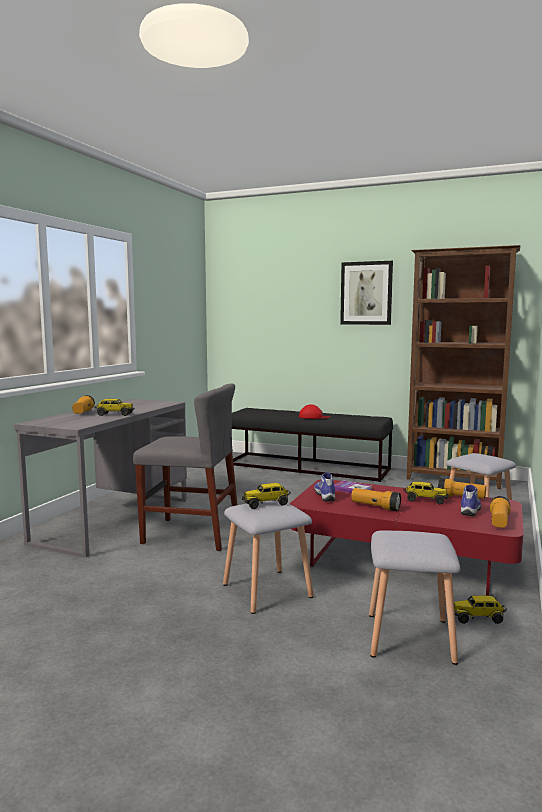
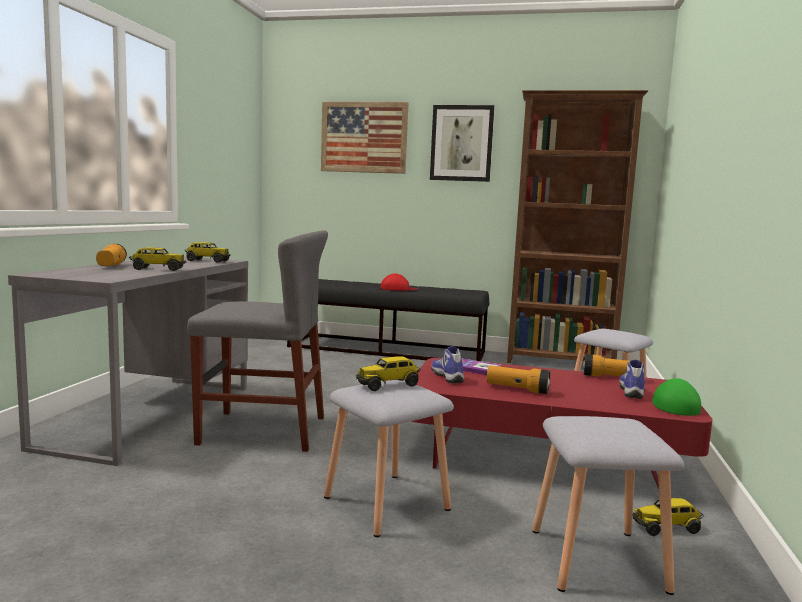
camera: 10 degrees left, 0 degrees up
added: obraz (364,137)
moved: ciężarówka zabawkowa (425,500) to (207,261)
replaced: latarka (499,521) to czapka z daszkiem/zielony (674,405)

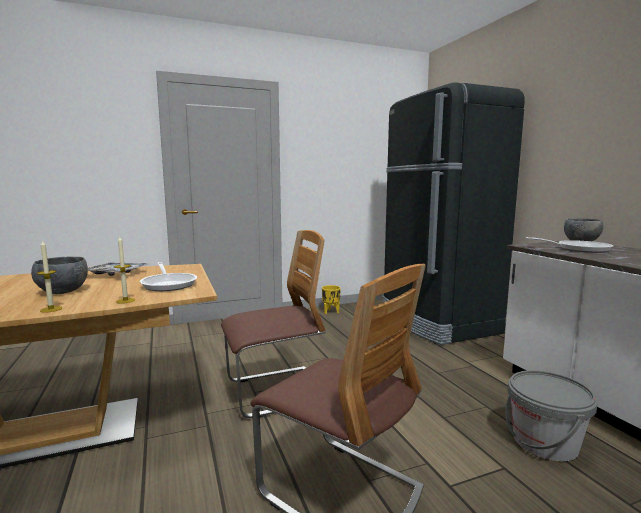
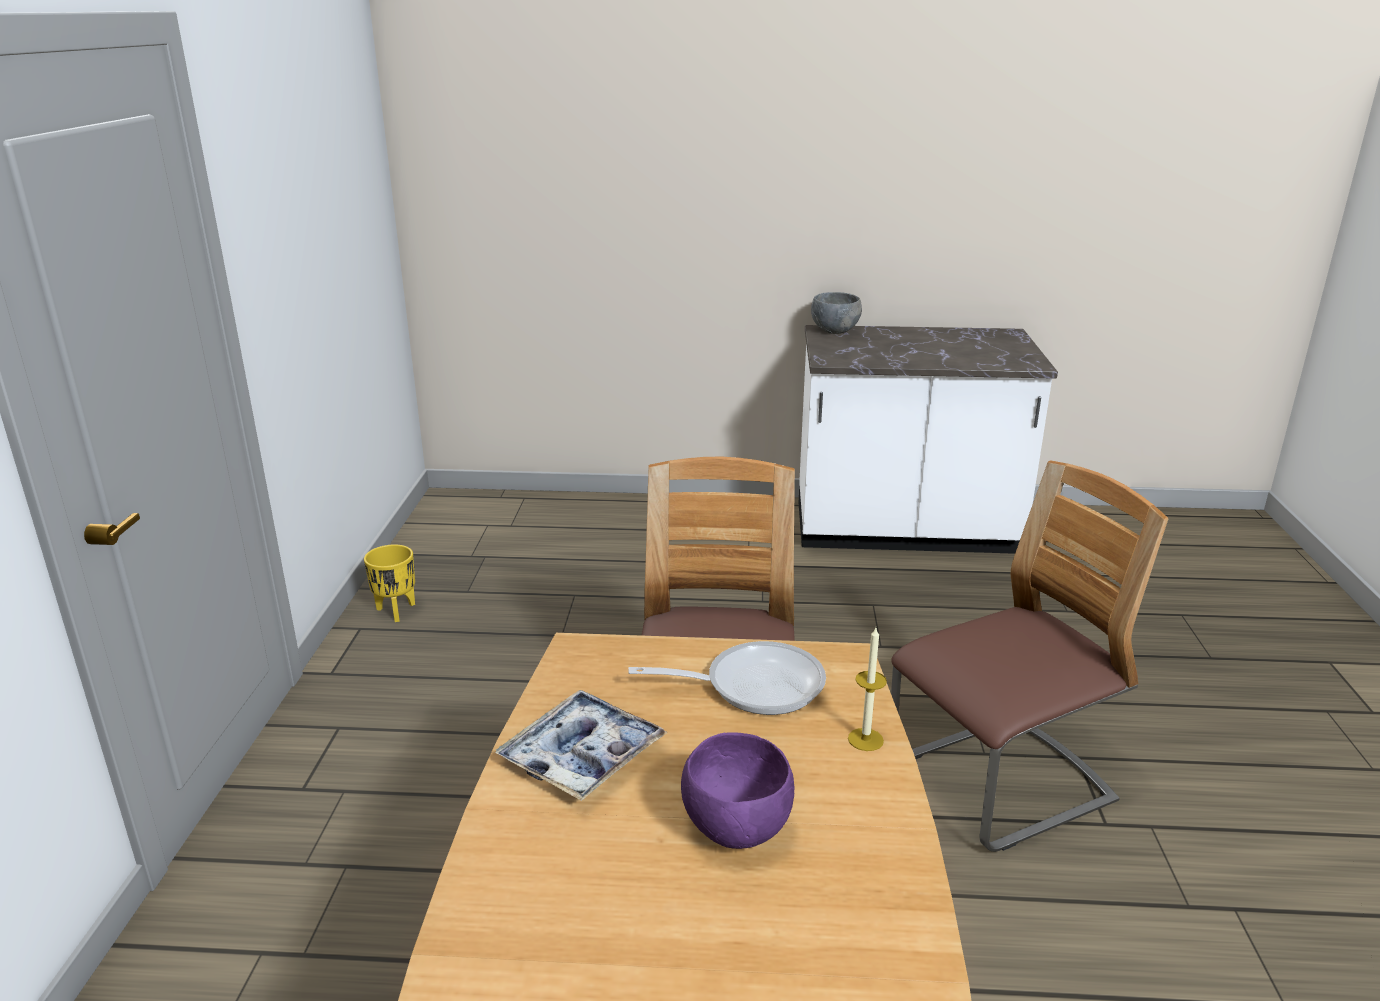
camera: 65 degrees left, 15 degrees up
removed: świeca (51,309); lodówka/czarny (437,323); wiadro/szary (544,442); patelnia (578,249)
recoloured: miska/szary (62,291) to miska/fioletowy (735,829)

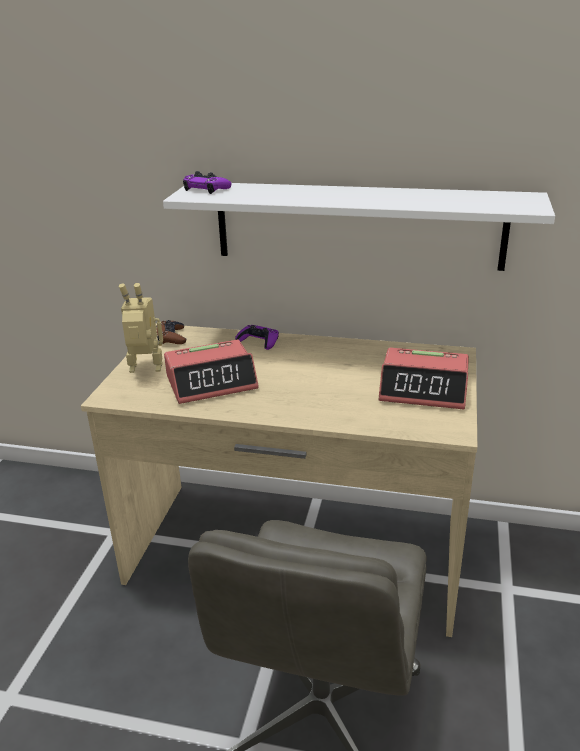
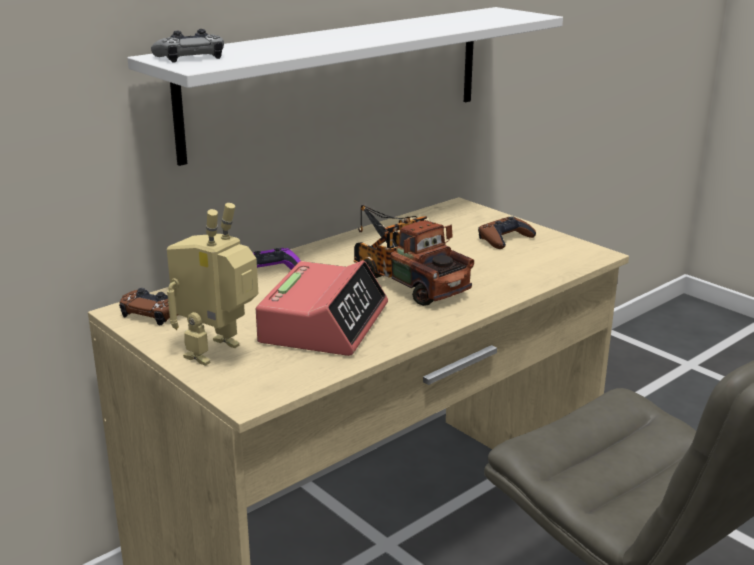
camera: 55 degrees left, 5 degrees down
added: ciężarówka zabawkowa (405,280)
replaced: budzik (424,389) to pad do gier/brązowy (505,239)
recoloured: pad do gier/fioletowy (206,189) to pad do gier/szary (190,57)

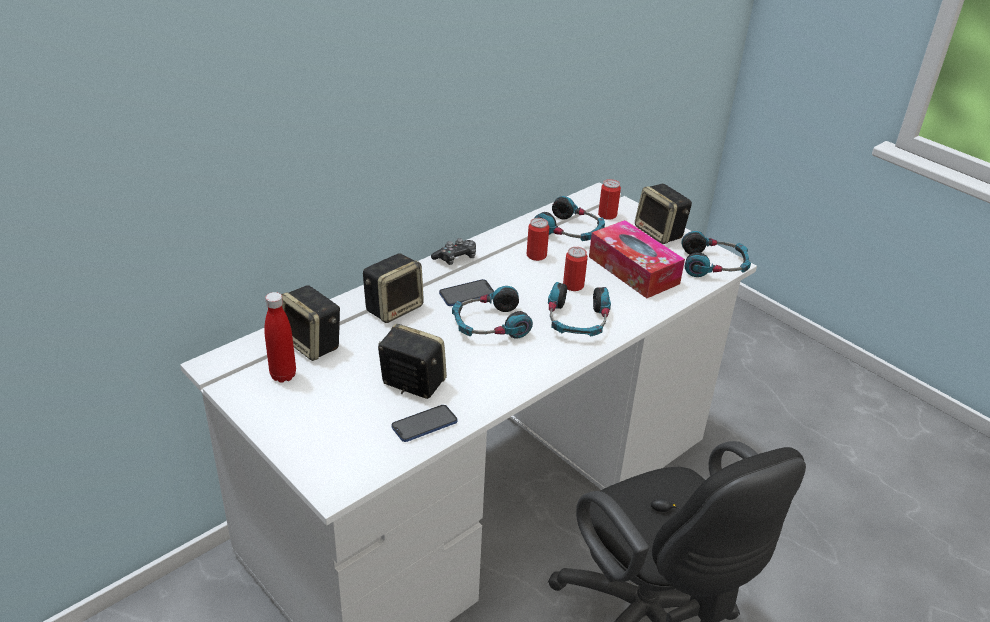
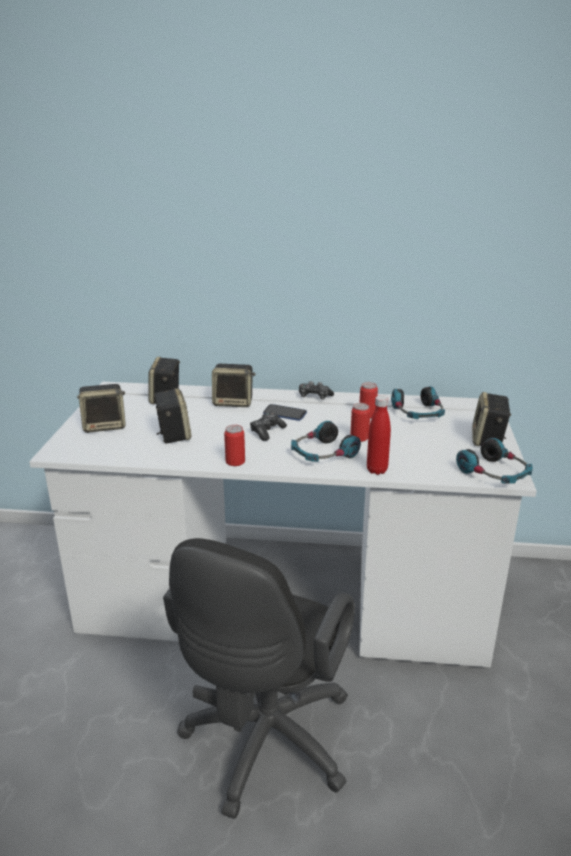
camera: 50 degrees right, 10 degrees down
removed: telefon (424,424); pudełko chusteczek (633,270)
added: głośnik (105,426)
moved: butelka/czerwony (283,375) to (377,470); puszka (607,215) to (235,462)
replaced: słuchawki (490,325) to pad do gier (267,431)

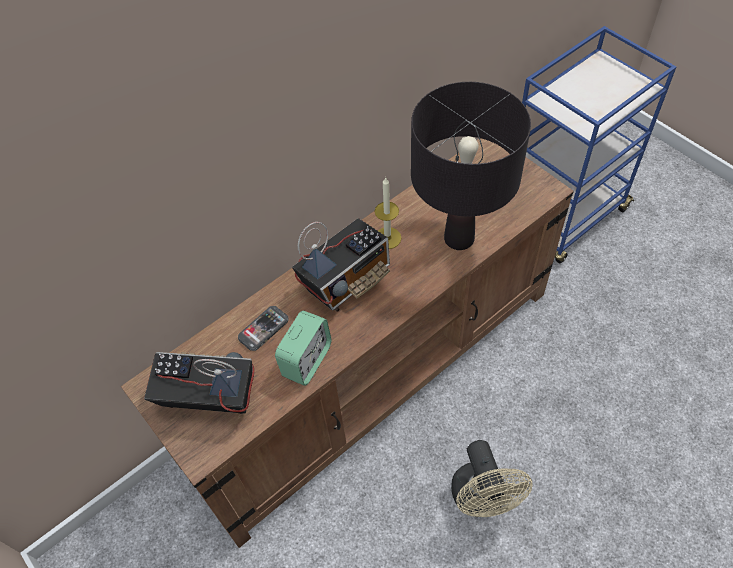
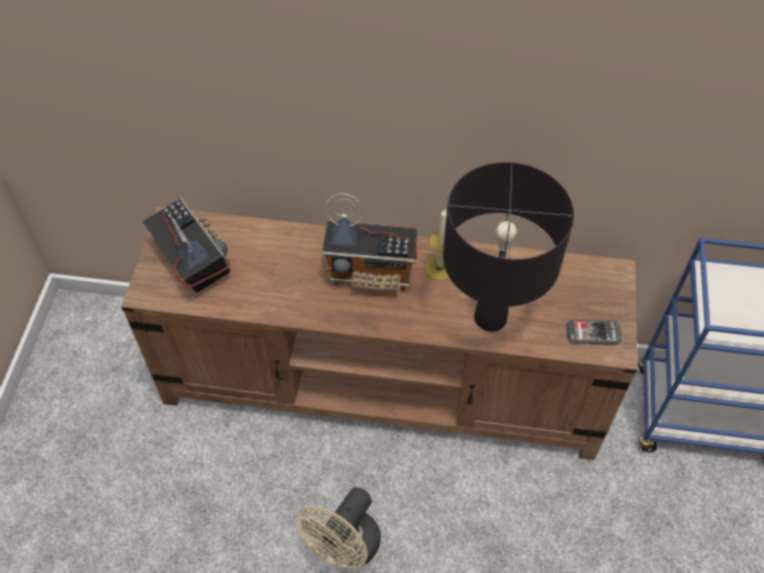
camera: 45 degrees right, 0 degrees up
removed: budzik (307,361)
moved: telefon (263,329) to (593,333)

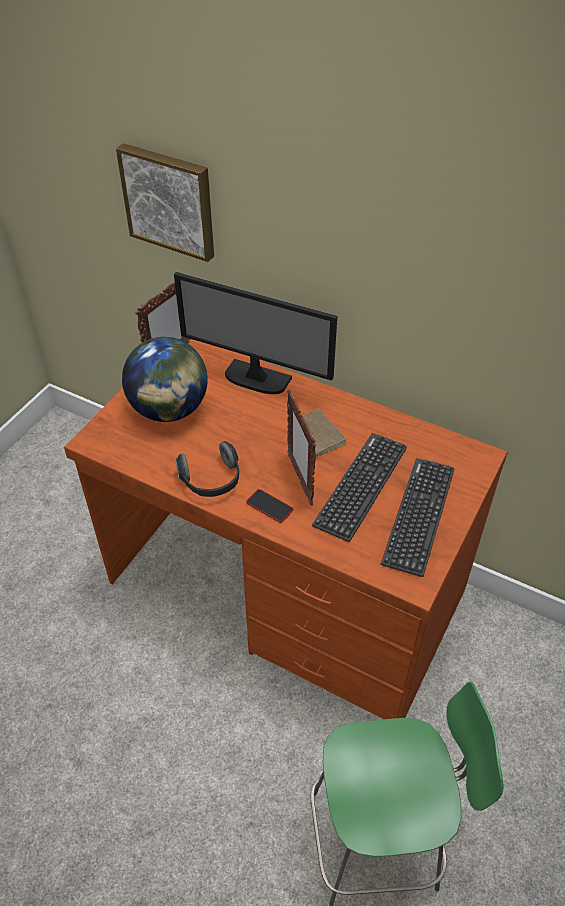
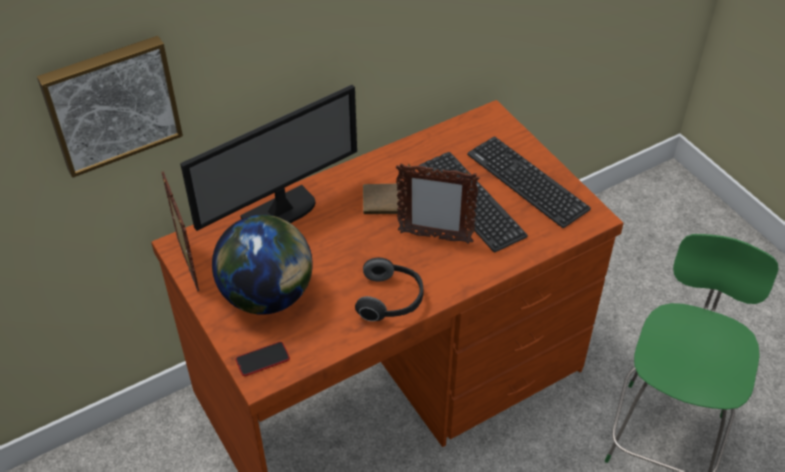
camera: 60 degrees left, 0 degrees up
moved: telefon (269,506) to (262,359)

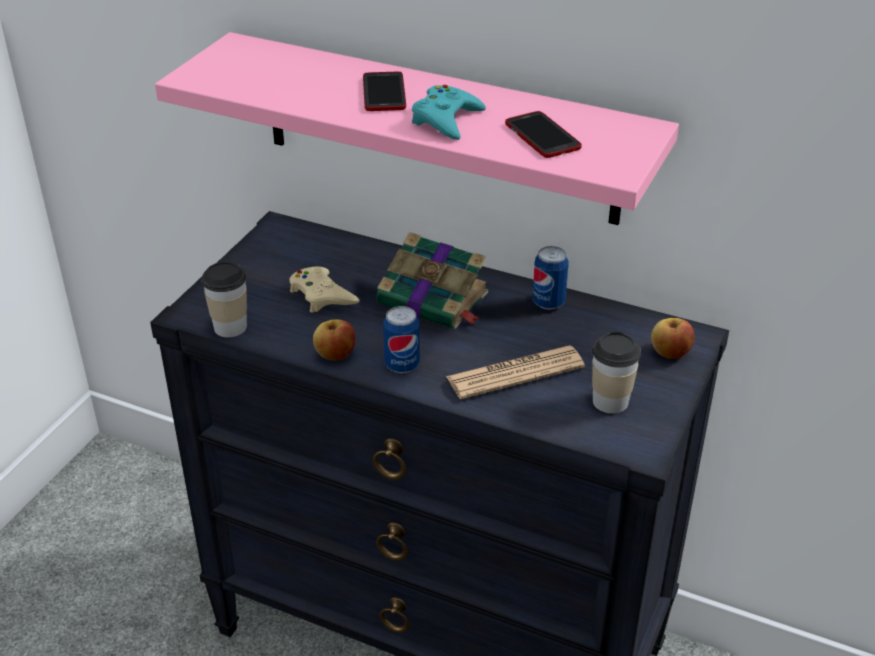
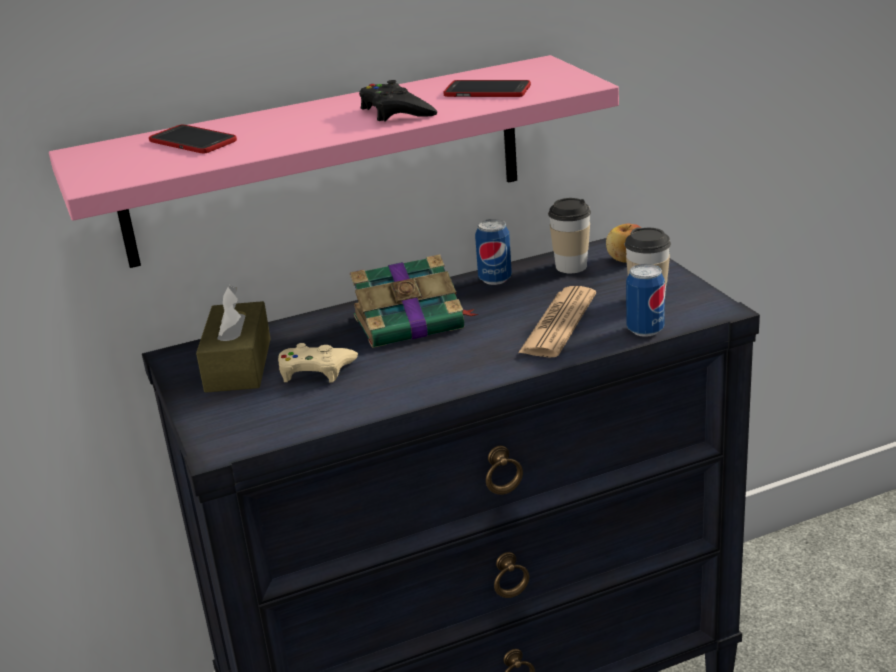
camera: 45 degrees left, 10 degrees down
removed: jabłko (335,354)
added: pudełko chusteczek/brązowy (238,365)
moved: filiżanka (230,327) to (571,266); telefon (384,93) to (193,141); puszka (402,365) to (645,330)
recoloured: pad do gier/turkusowy (446,120) to pad do gier/czarny (396,112)

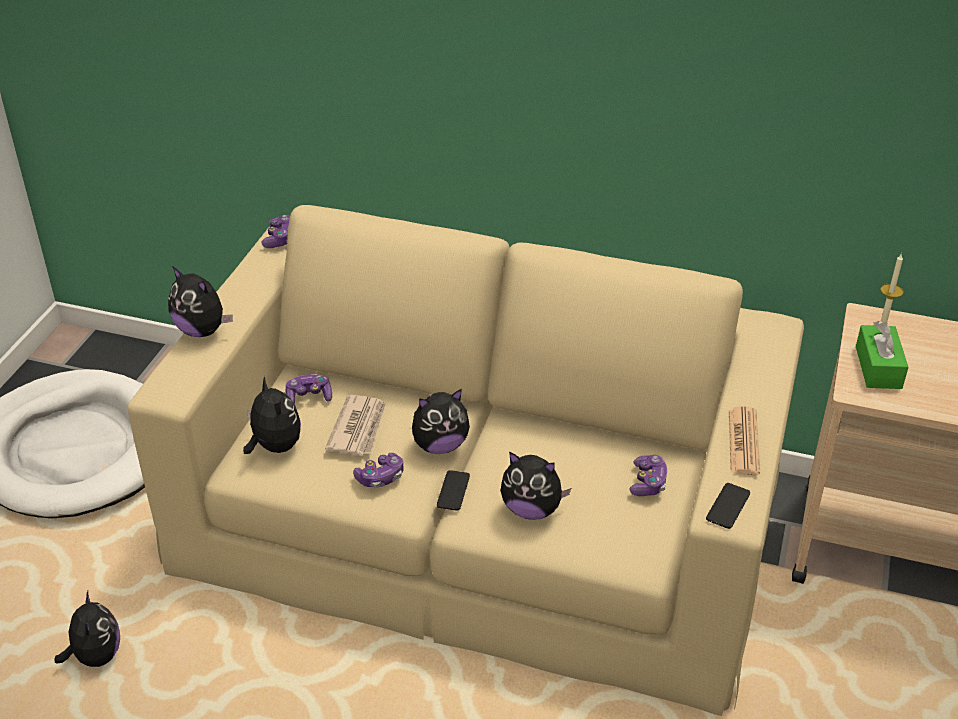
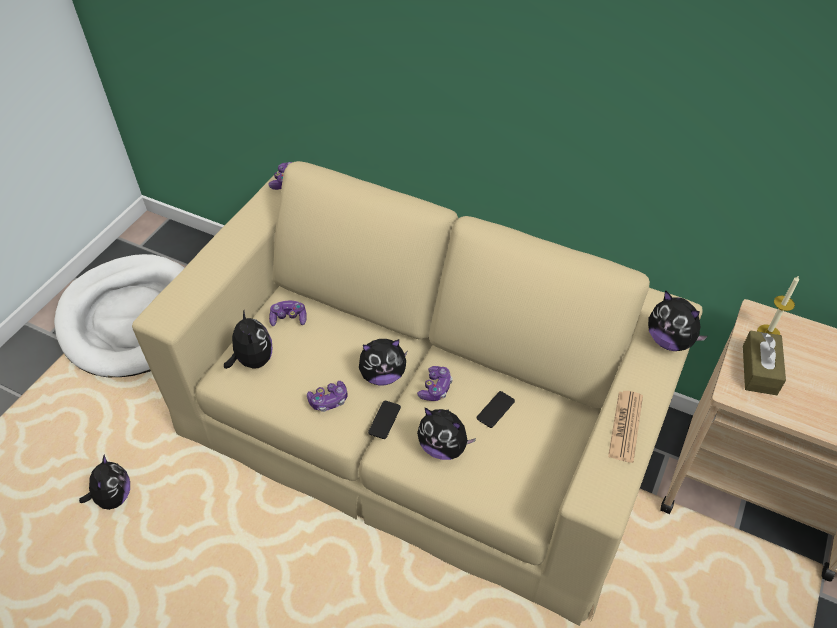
camera: 10 degrees right, 10 degrees up
removed: gazeta (359,428)
moved: pluszak (202,330) to (669,340); pad do gier (648,482) to (435,388); telefon (728,506) to (495,409)
recoloured: pudełko chusteczek/zielony (878,367) to pudełko chusteczek/brązowy (759,370)

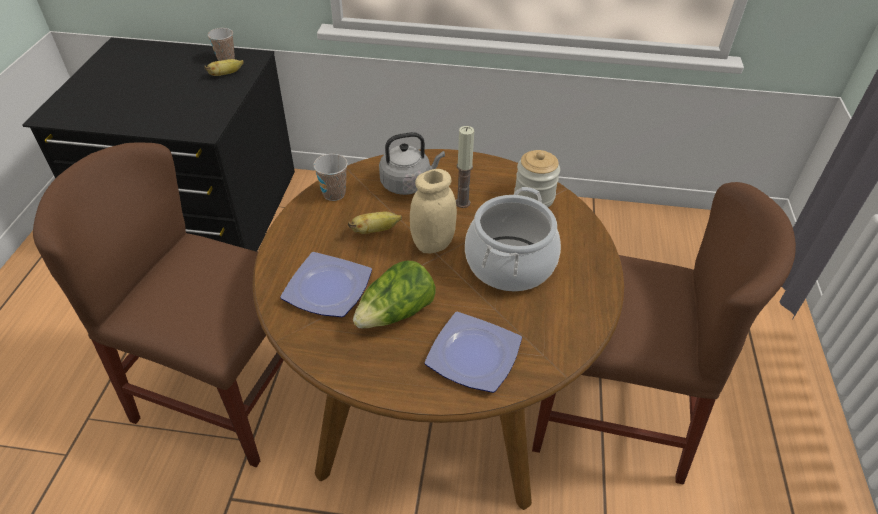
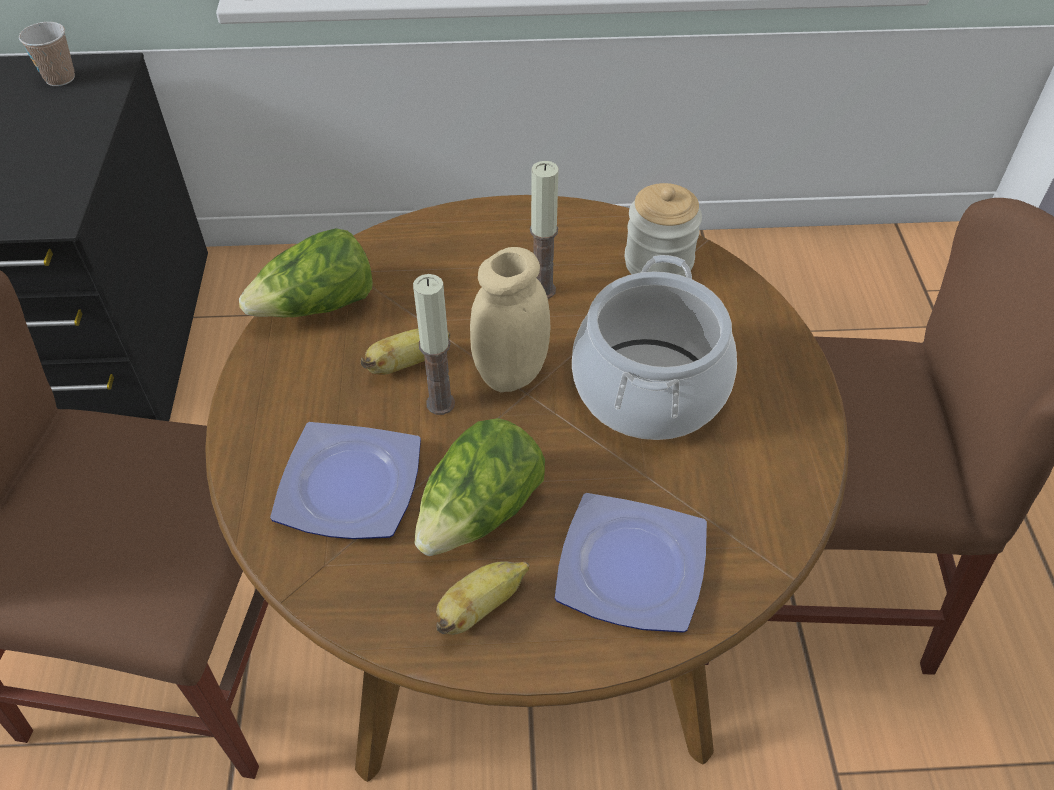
camera: 10 degrees left, 5 degrees up
removed: czajnik/szary (408,183)
added: świeca (440,403)
moved: banan (226,74) to (480,607)
replaced: filiżanka (334,194) to sałata (317,306)

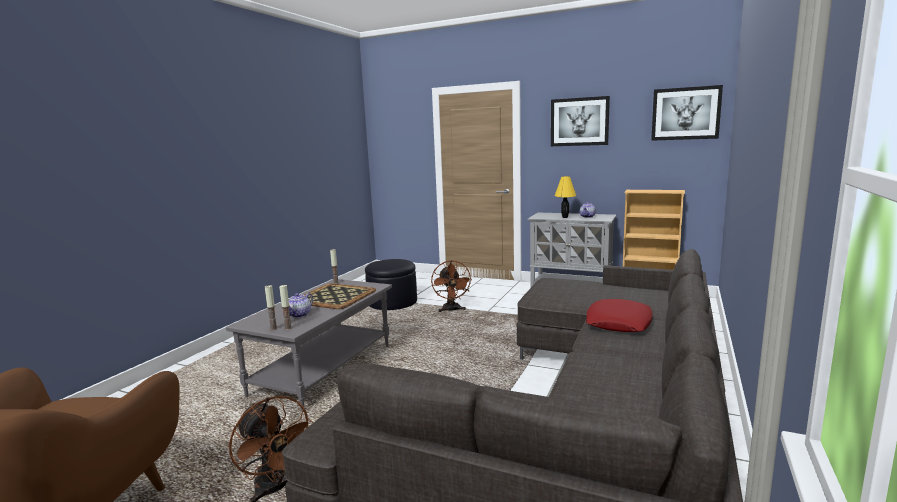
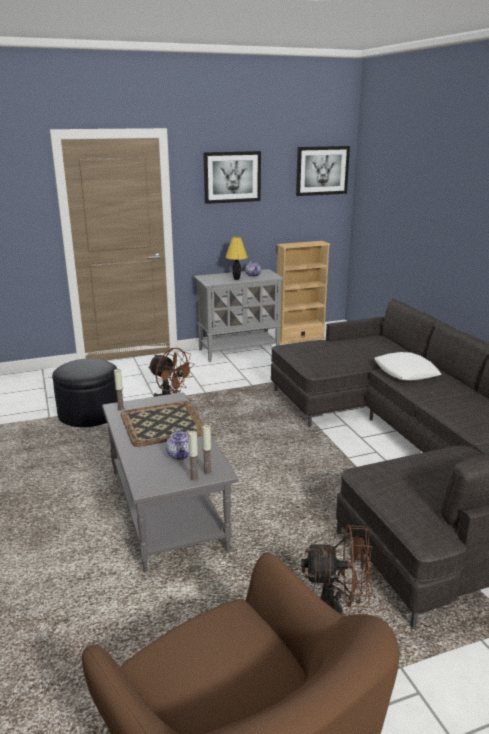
camera: 45 degrees left, 10 degrees up
recoloured: poduszka/czerwony (619,323) to poduszka/biały (406,372)

